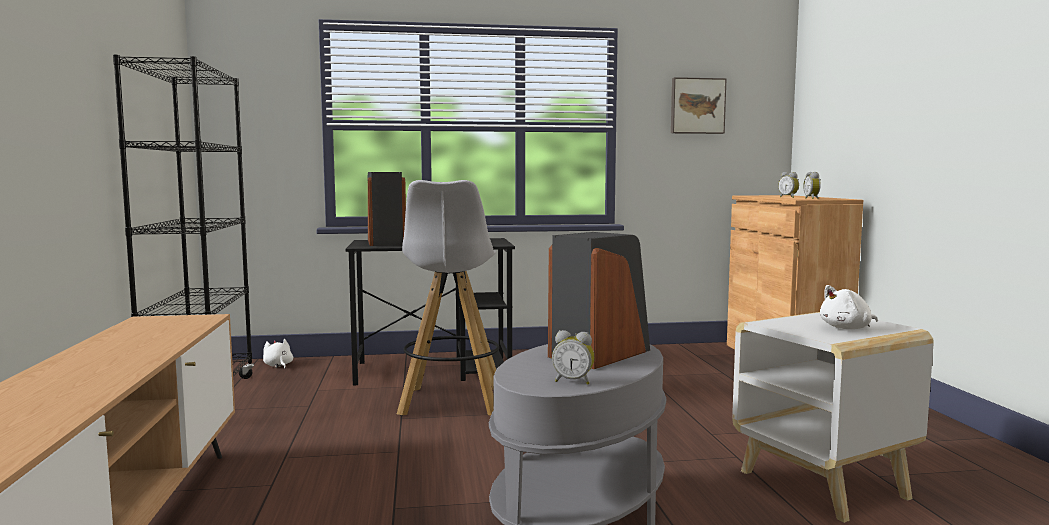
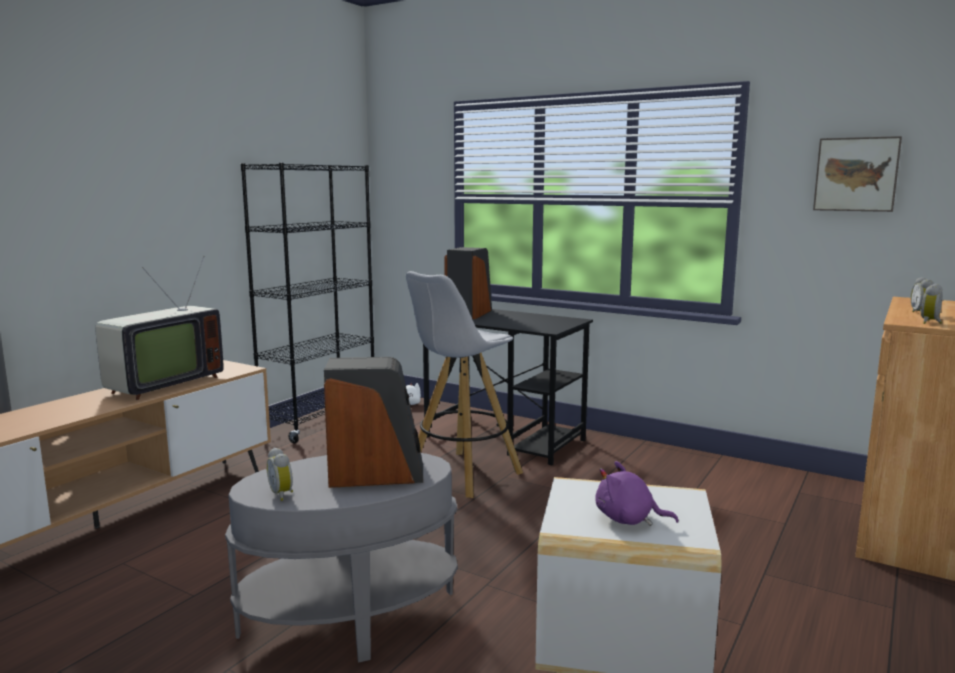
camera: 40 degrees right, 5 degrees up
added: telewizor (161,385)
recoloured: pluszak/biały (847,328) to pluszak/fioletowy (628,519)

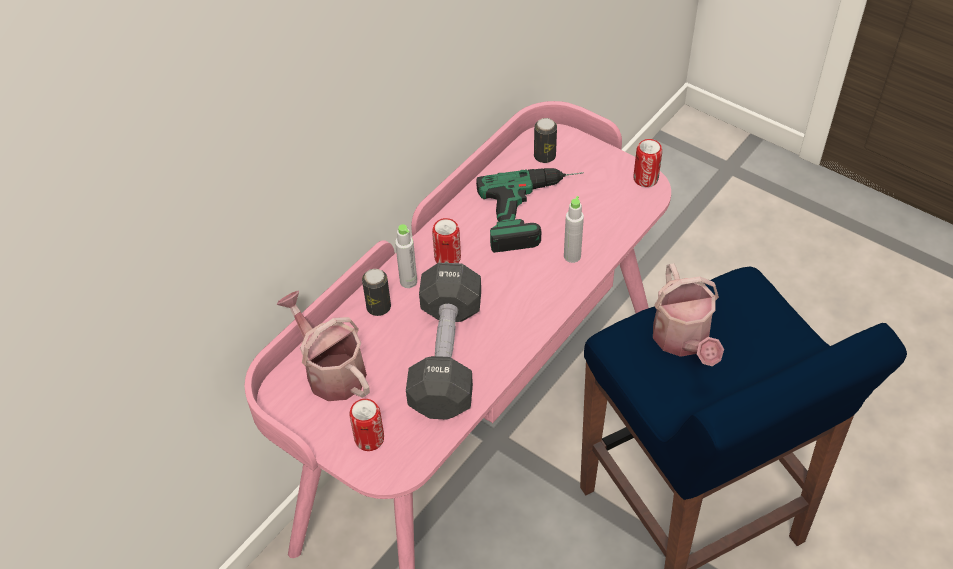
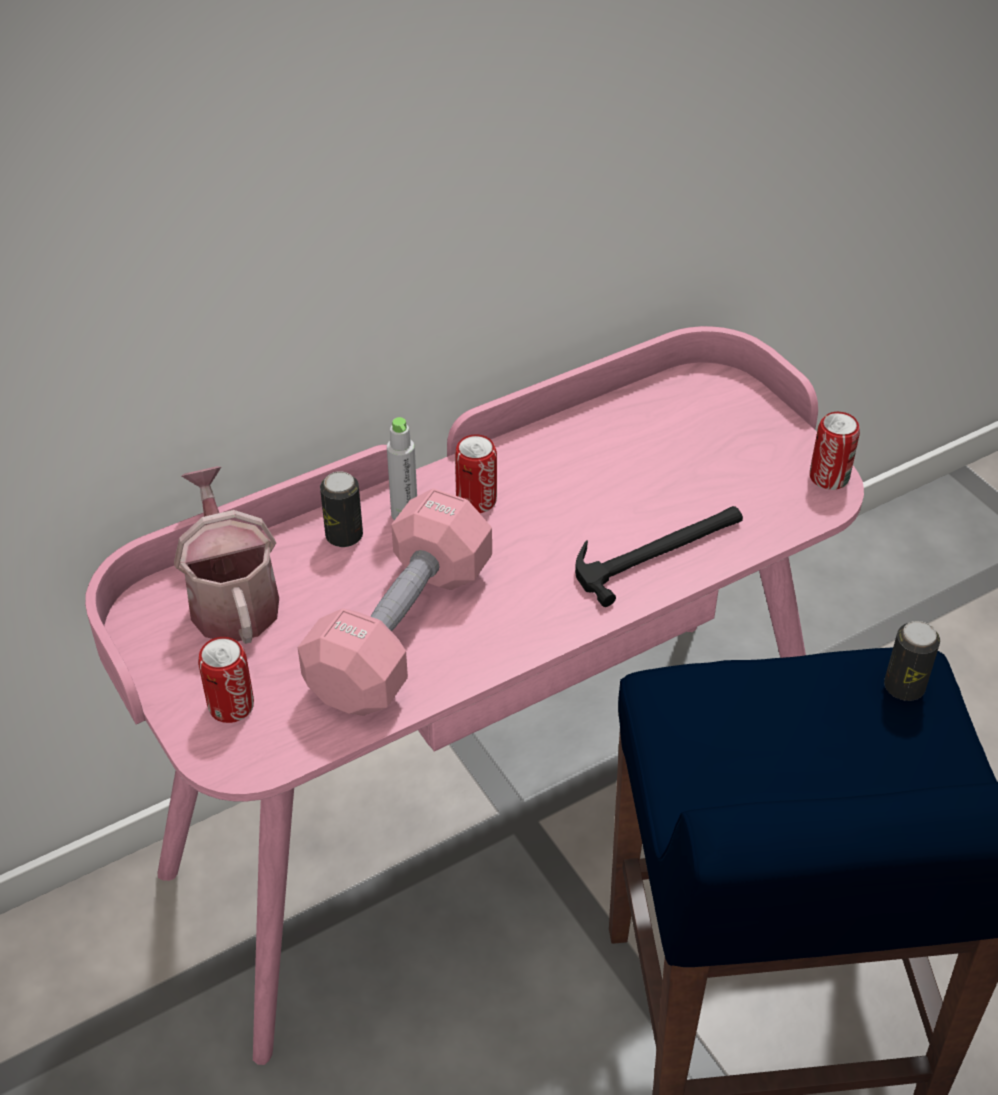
camera: 20 degrees right, 5 degrees down
removed: wiertarka (536,211); konewka (683,341)
moved: puszka (544,156) to (904,687)
replaced: butelka/szary (572,256) to młotek (659,551)
recoloured: hantel/czarny (446,356) to hantel/różowy (401,630)

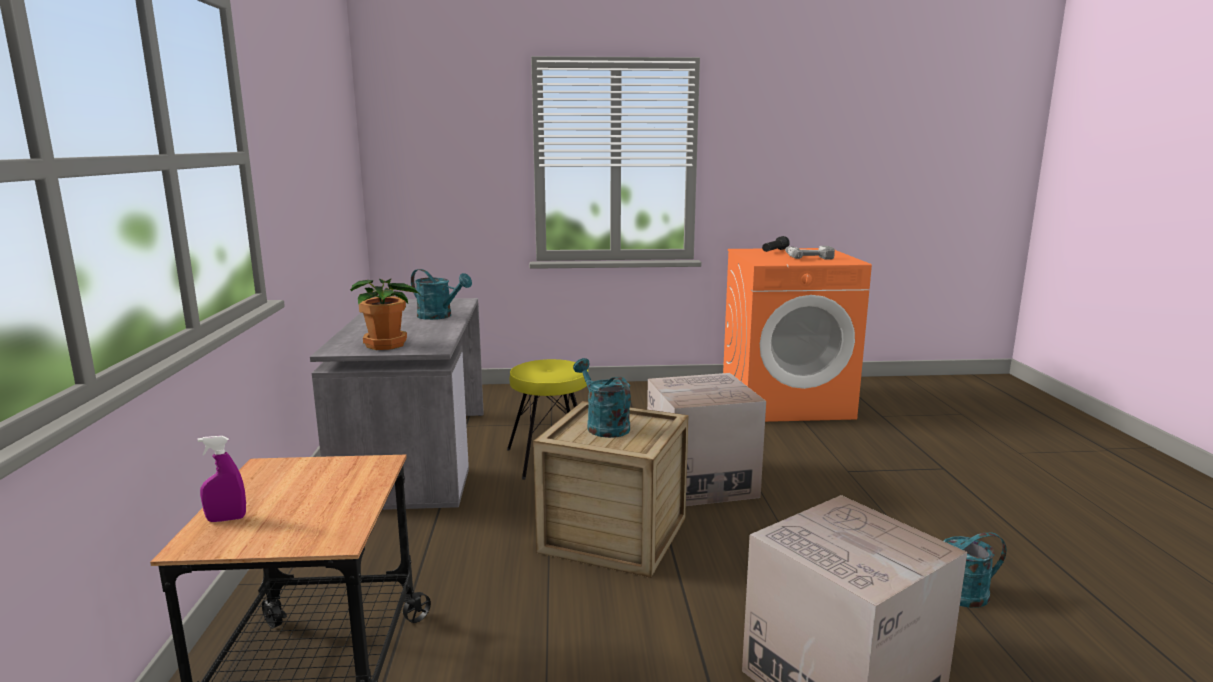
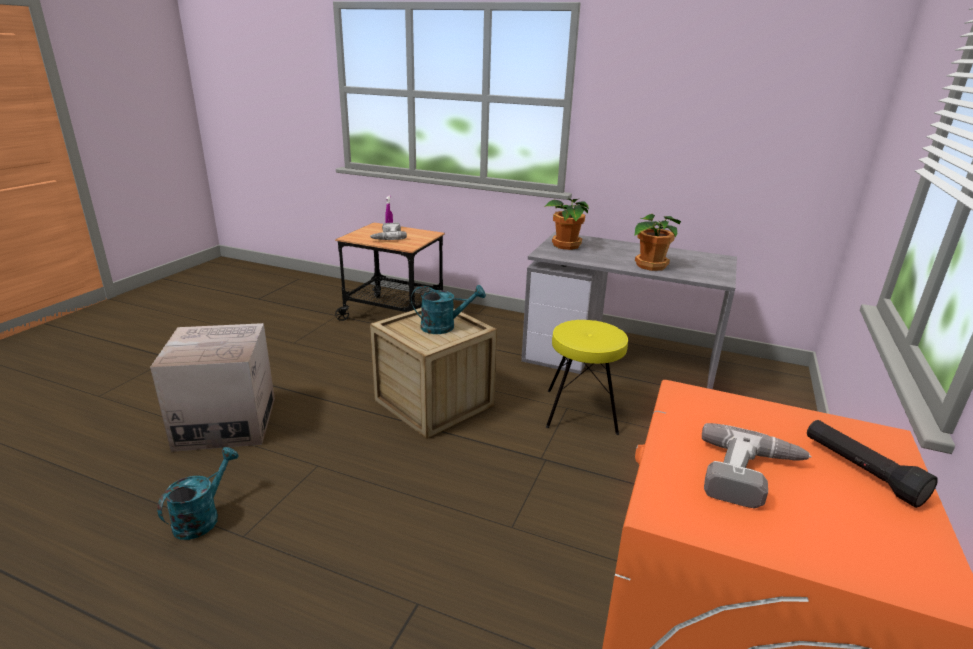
camera: 115 degrees right, 10 degrees up
removed: karton (700,482)
added: wiertarka (387,236)
replaced: konewka/turkusowy (439,316) to roślina doniczkowa (649,266)

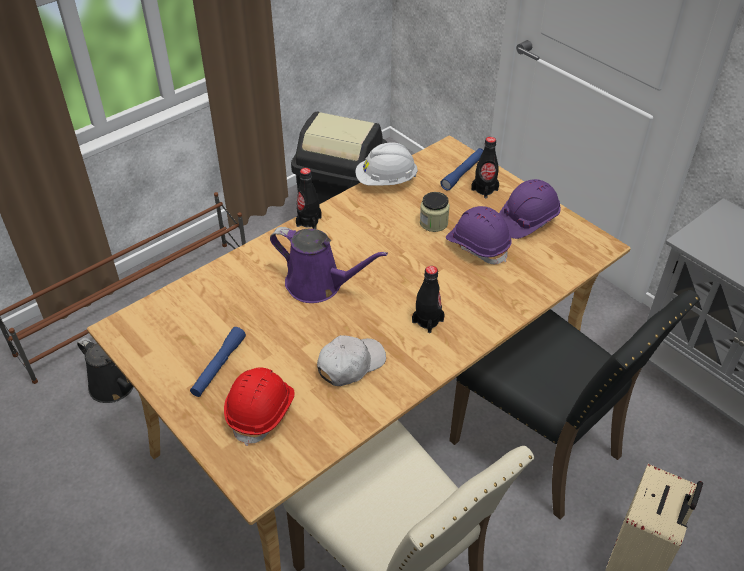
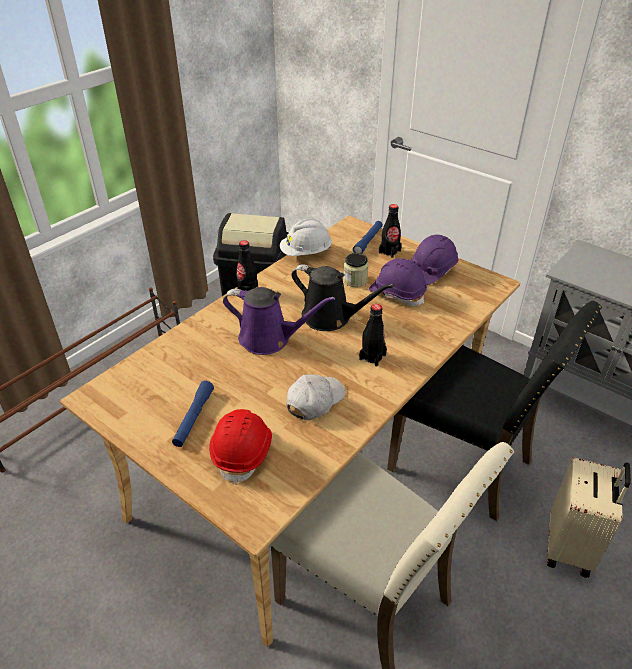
camera: 10 degrees left, 5 degrees down
moved: konewka/czarny (115,387) to (330,317)

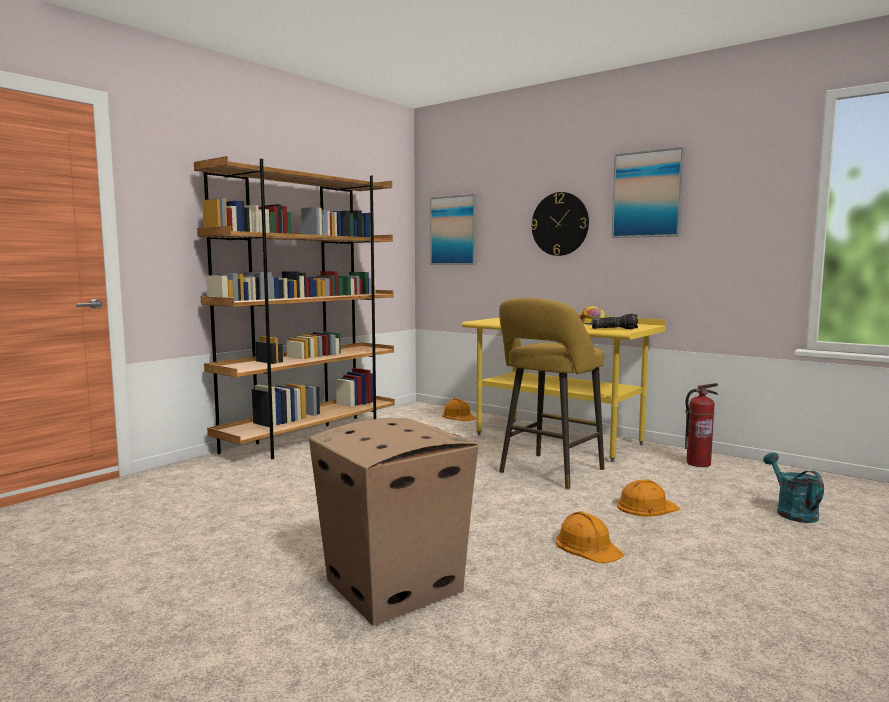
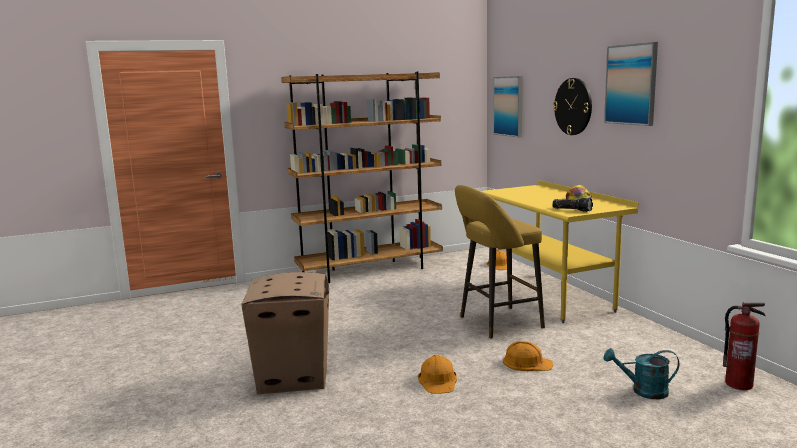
camera: 30 degrees right, 5 degrees up
moved: gaśnica (698,463) to (739,384)
turned: konewka/turkusowy (792,512) = (643,391) 105 degrees counterclockwise

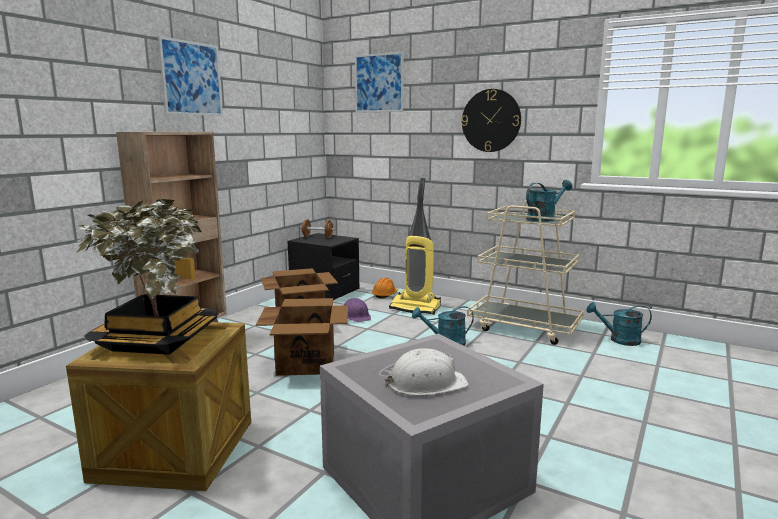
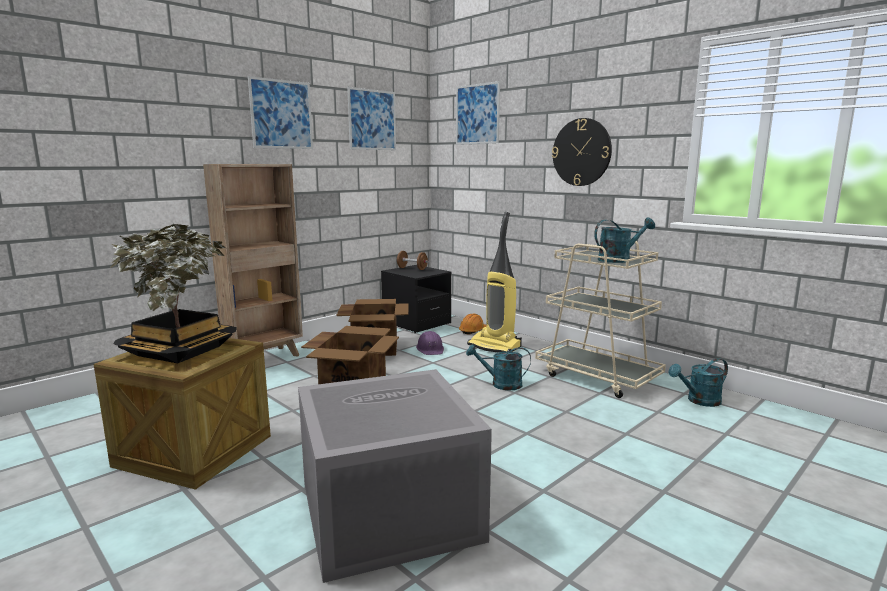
camera: 15 degrees right, 0 degrees up
removed: kask/biały (426,384)
added: obraz (372,120)
turned: konewka/turkusowy (619,340) = (699,401) 45 degrees counterclockwise

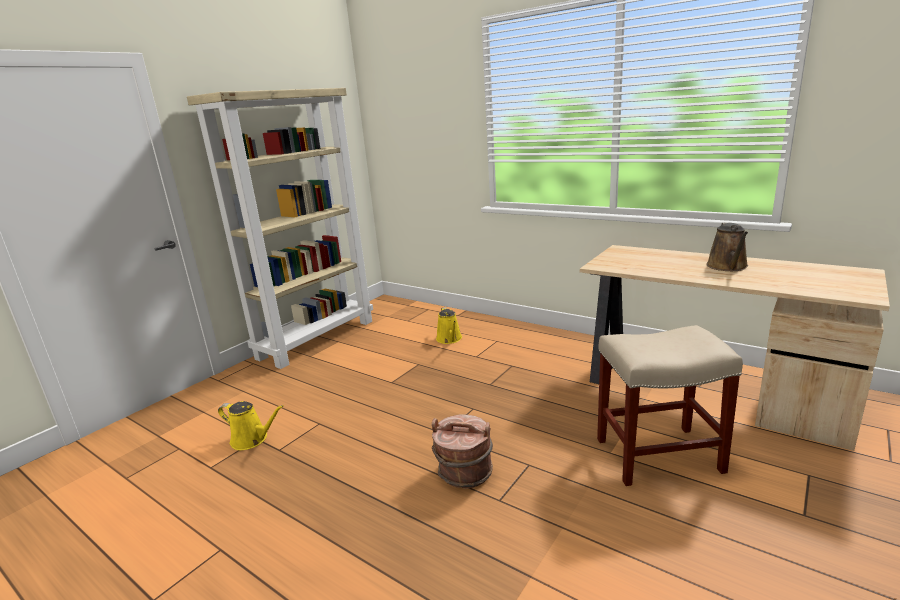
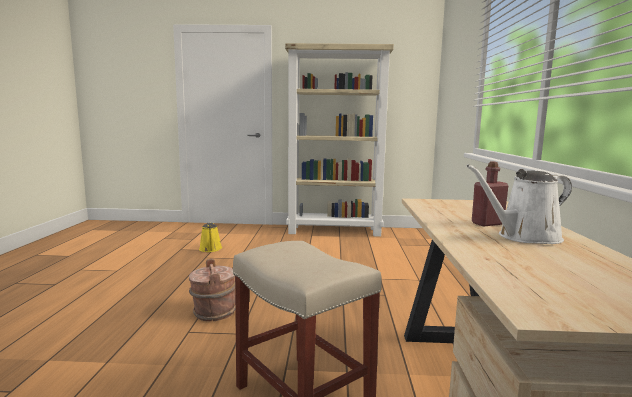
camera: 55 degrees right, 10 degrees down
removed: konewka/żółty (450,339)
added: butelka/czerwony (487,223)
recoloured: konewka/brązowy (728,267) to konewka/biały (524,237)

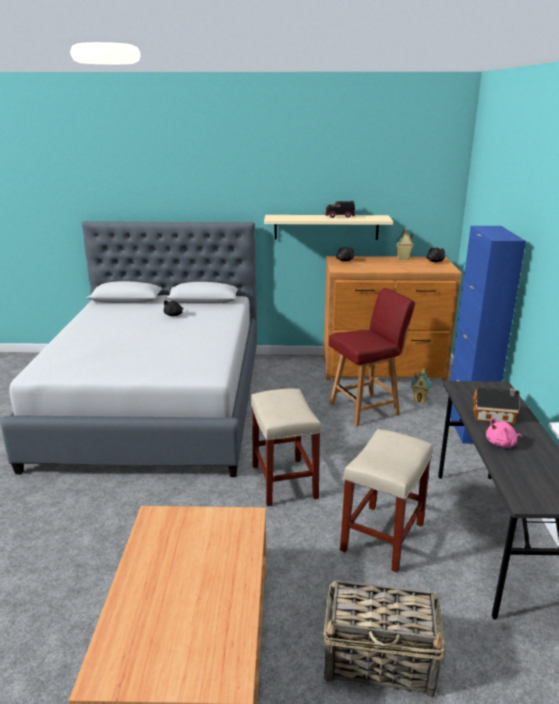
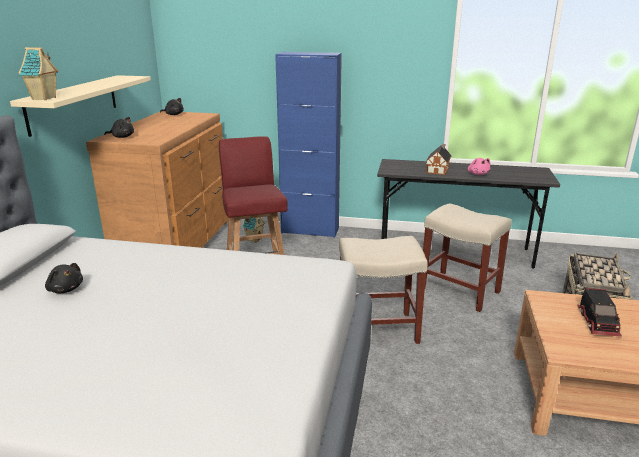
camera: 80 degrees left, 0 degrees up
moved: ciężarówka zabawkowa (339,216) to (598,323); domek (402,259) to (44,98)

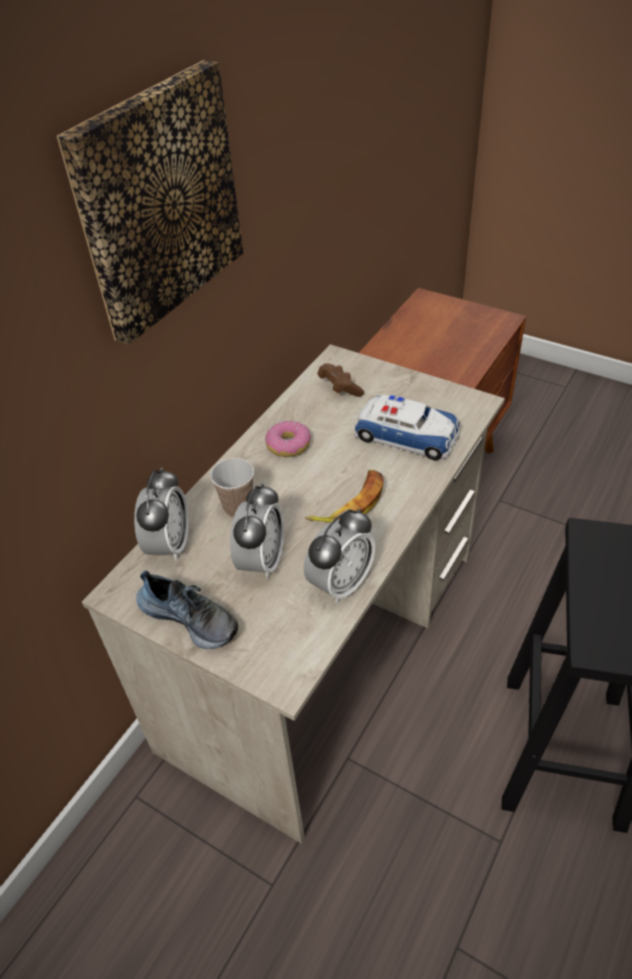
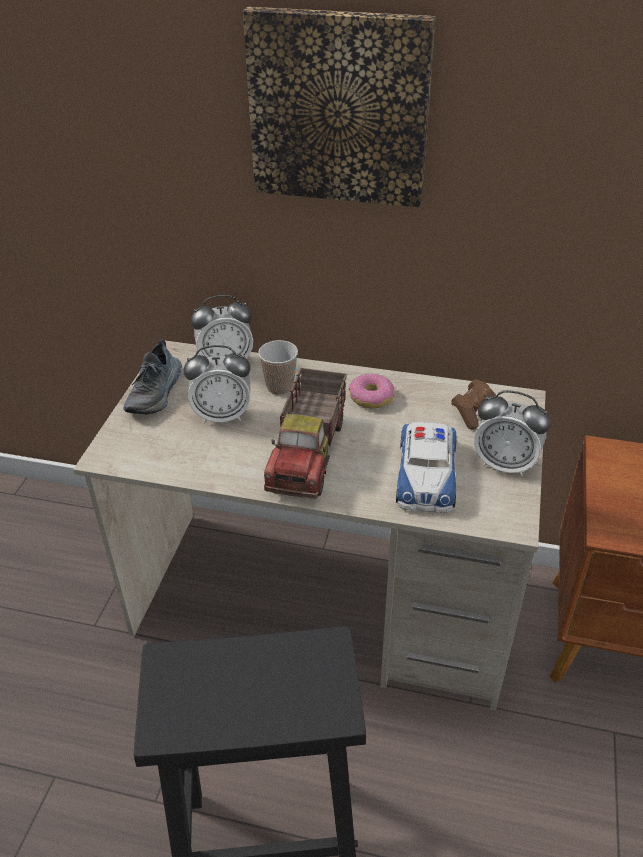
camera: 70 degrees right, 5 degrees down
moved: budzik (341,583) to (505,464)
replaced: banan (350,503) to ciężarówka zabawkowa (309,453)

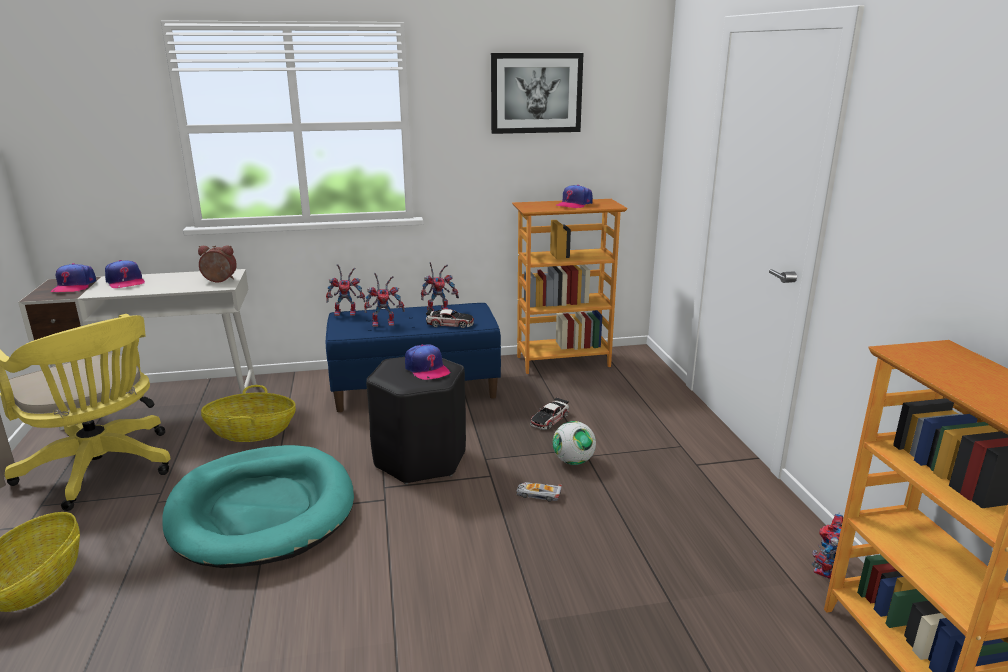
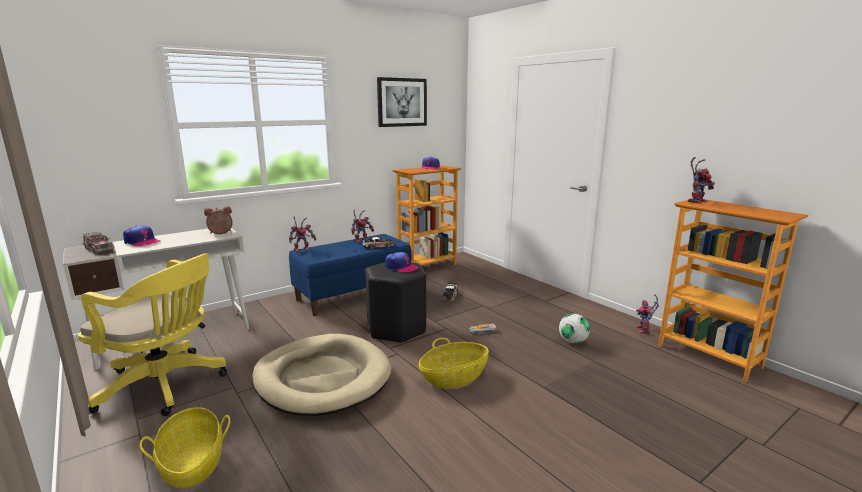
camera: 25 degrees left, 5 degrees down
moved: koszyk (252,432) to (454,378); robot zabawkowy (385,323) to (696,201); piłka futbolowa (573,461) to (572,341)
replaced: czapka z daszkiem (74,286) to ciężarówka zabawkowa (99,249)
recoloured: legowisko/turkusowy (262,510) to legowisko/beżowy (322,378)

